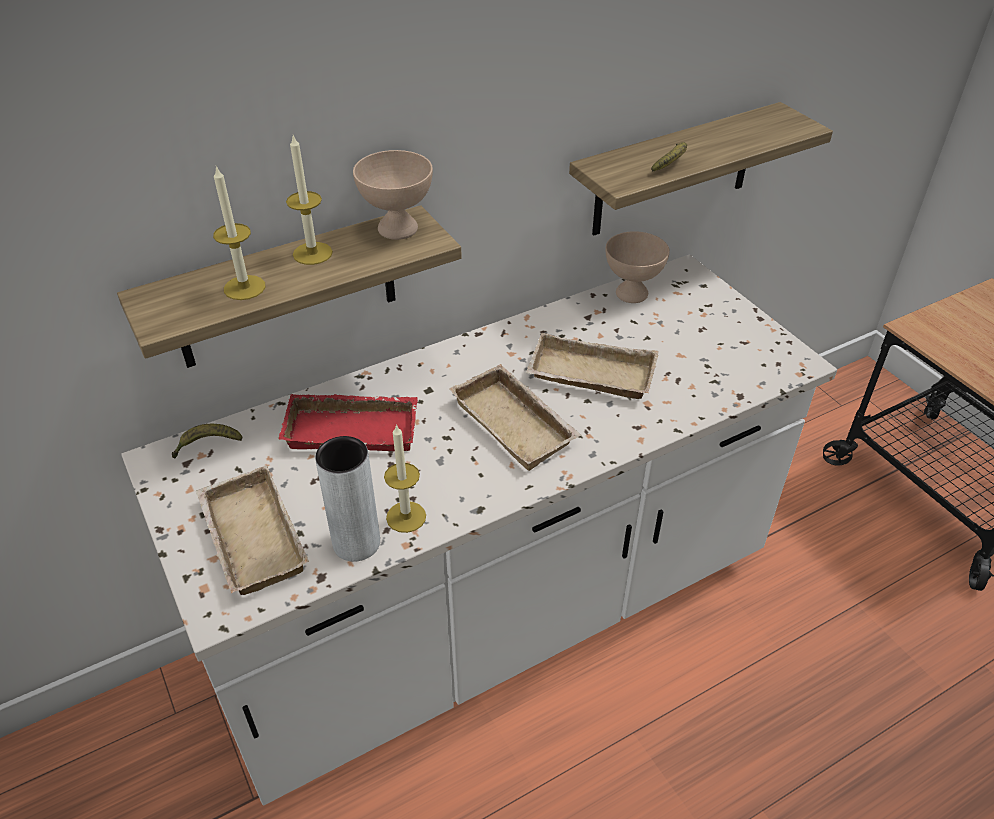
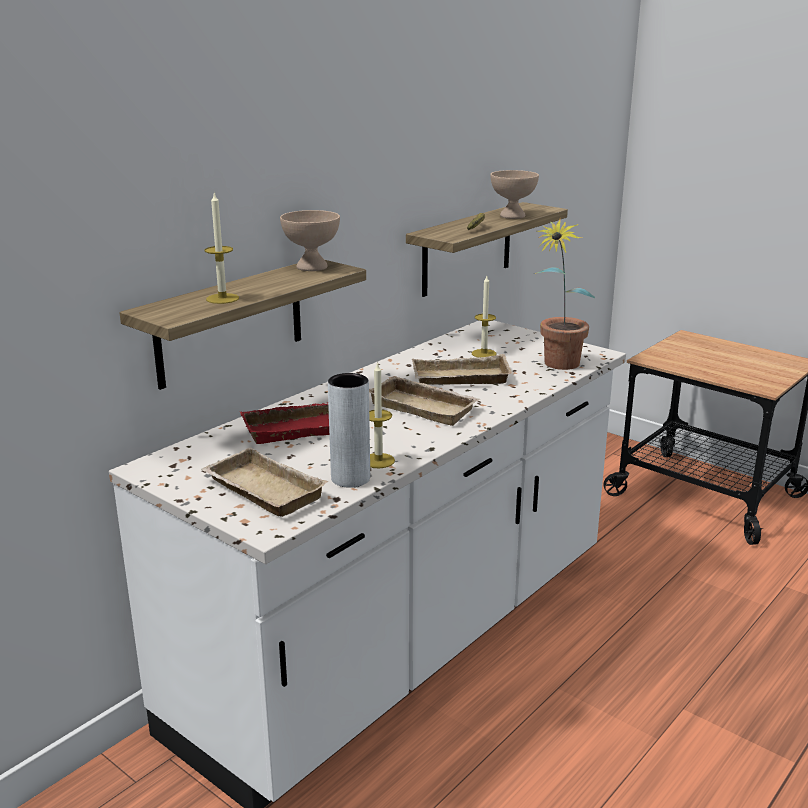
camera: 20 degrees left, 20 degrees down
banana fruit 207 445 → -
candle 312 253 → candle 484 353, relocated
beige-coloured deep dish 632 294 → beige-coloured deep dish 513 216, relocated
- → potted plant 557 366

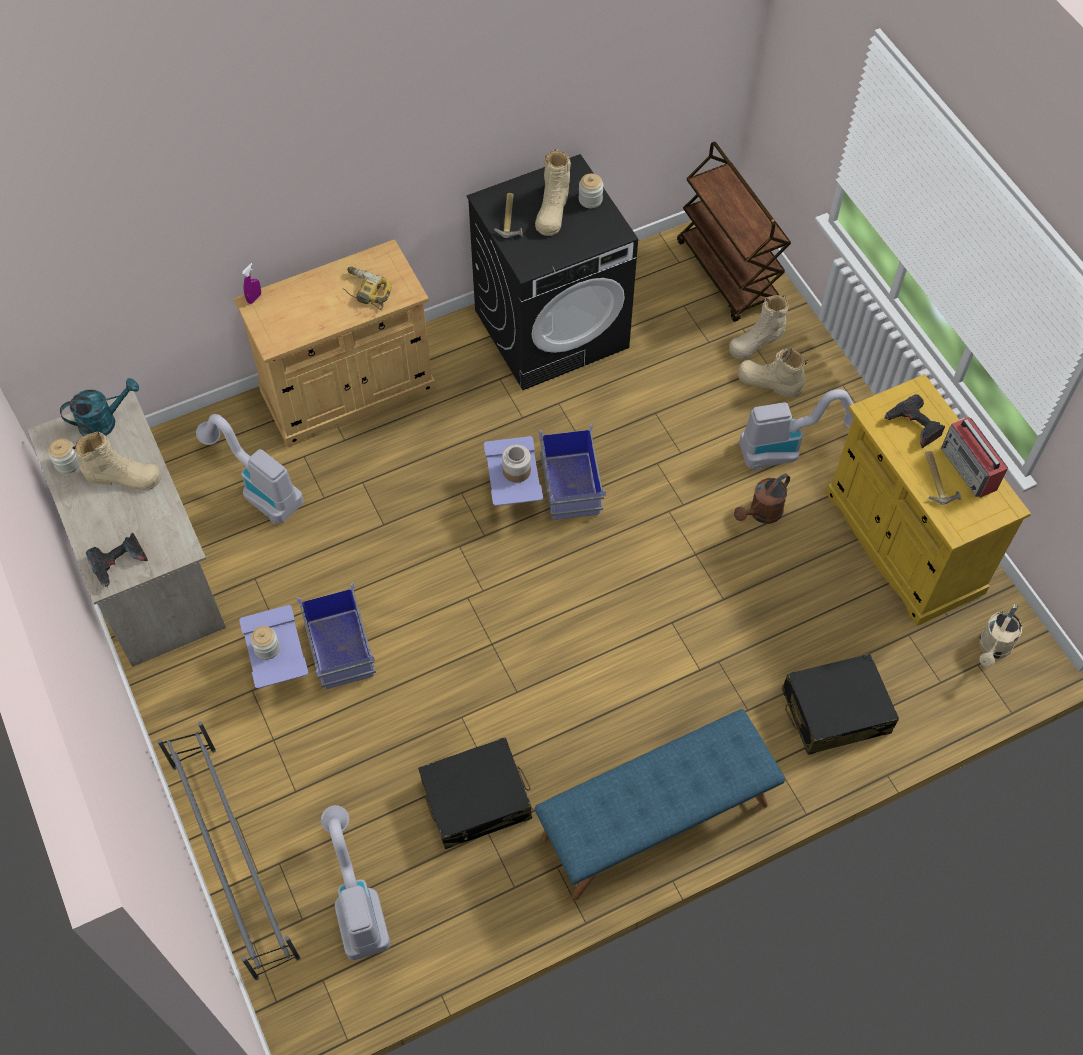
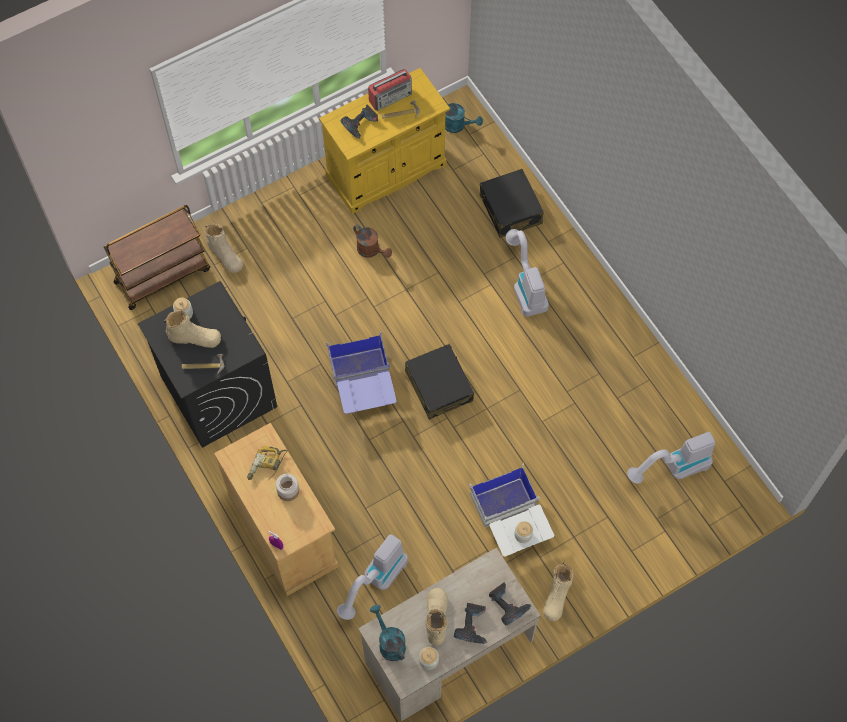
camera: 95 degrees left, 5 degrees up
grey shoe stand 234 858 → -
blue-coloured storage container 311 658 → white storage container 510 521
black piece of luggage 477 800 → black piece of luggage 439 386, relocated
preserve jar 516 471 → preserve jar 288 491, relocated
blue-coloured indoor bench 655 821 → -
beige-coloured high-top boot 769 382 → beige-coloured high-top boot 557 596, relocated
hoover 789 448 → hoover 525 286, relocated
beige-coloured sprinkling can 993 649 → turquoise-coloured sprinkling can 458 126
- → drill 473 625

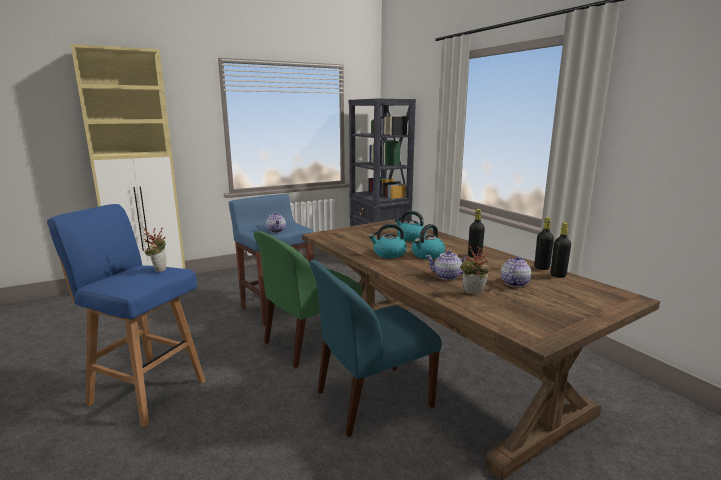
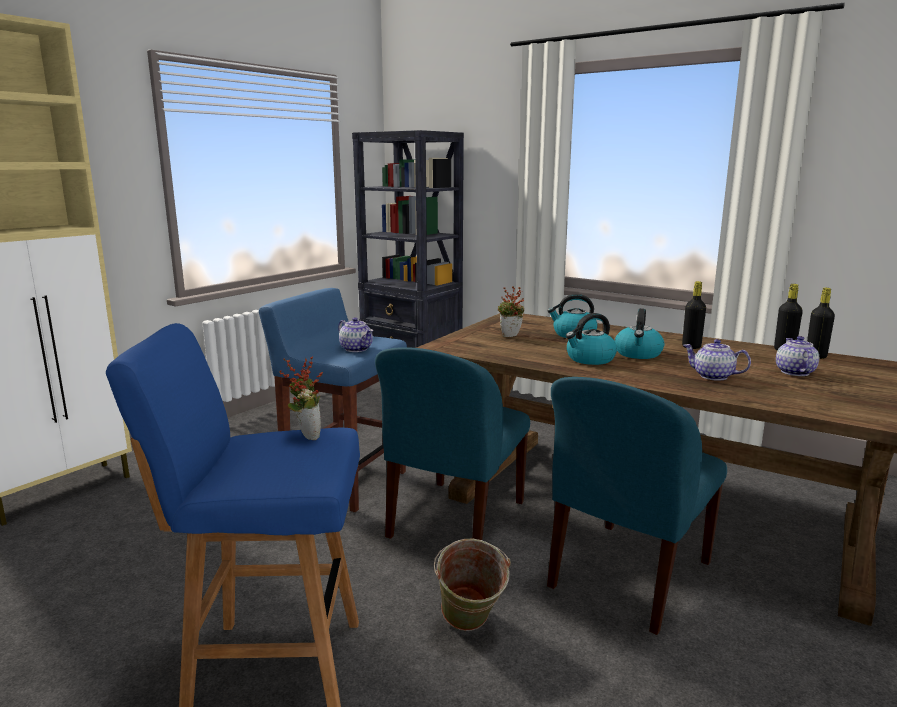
camera: 25 degrees left, 0 degrees up
green upright chair 309 343 → blue-coloured upright chair 455 521
tea pot 447 276 → tea pot 712 376, 45 degrees clockwise
potted plant 473 293 → potted plant 510 336, relocated
- → green bucket 469 628

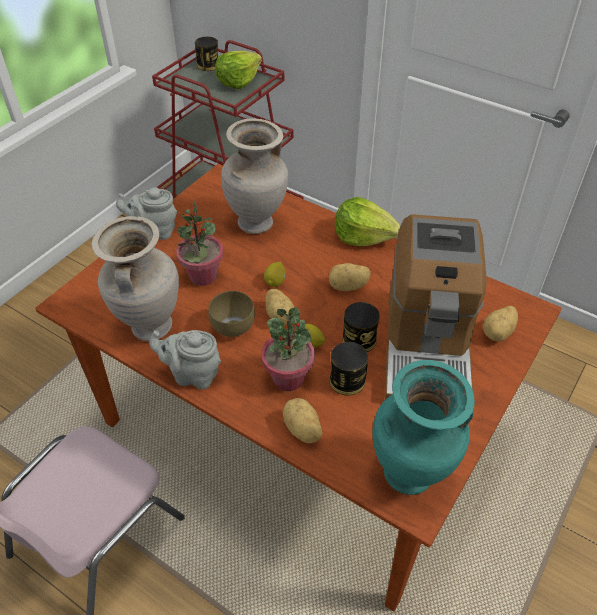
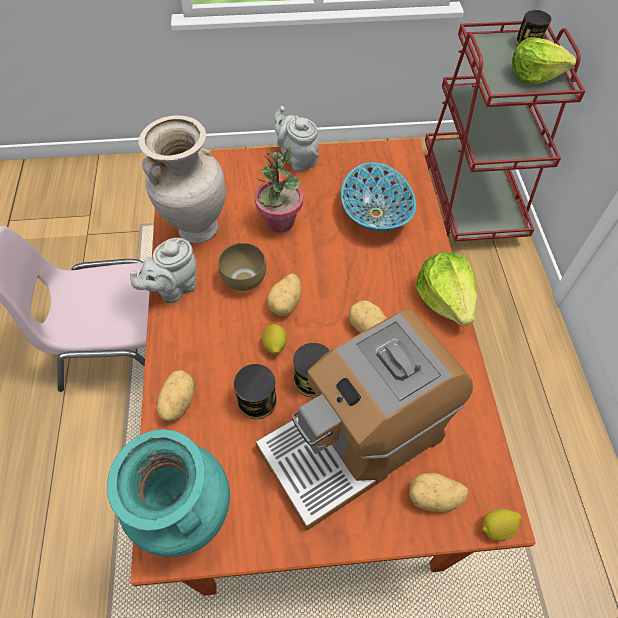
camera: 50 degrees right, 10 degrees up
grey tea pot 192 374 → grey tea pot 173 288, 105 degrees counterclockwise
beige-coloured flower vase 257 224 → deep dish 375 214
potted plant 288 378 → -
lemon 275 282 → lemon 497 528, relocated

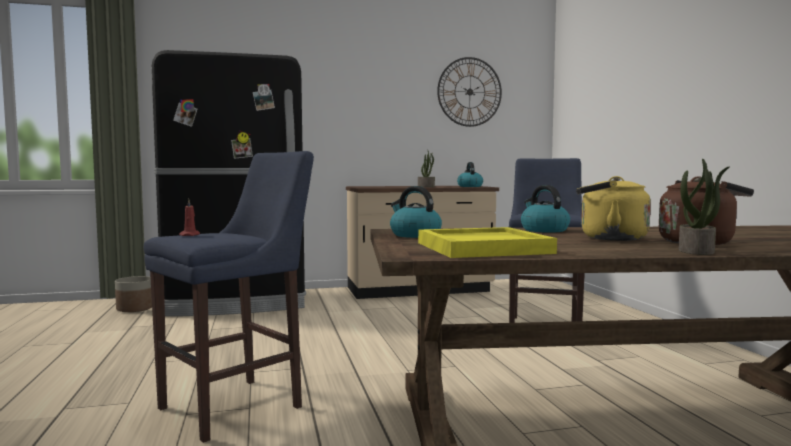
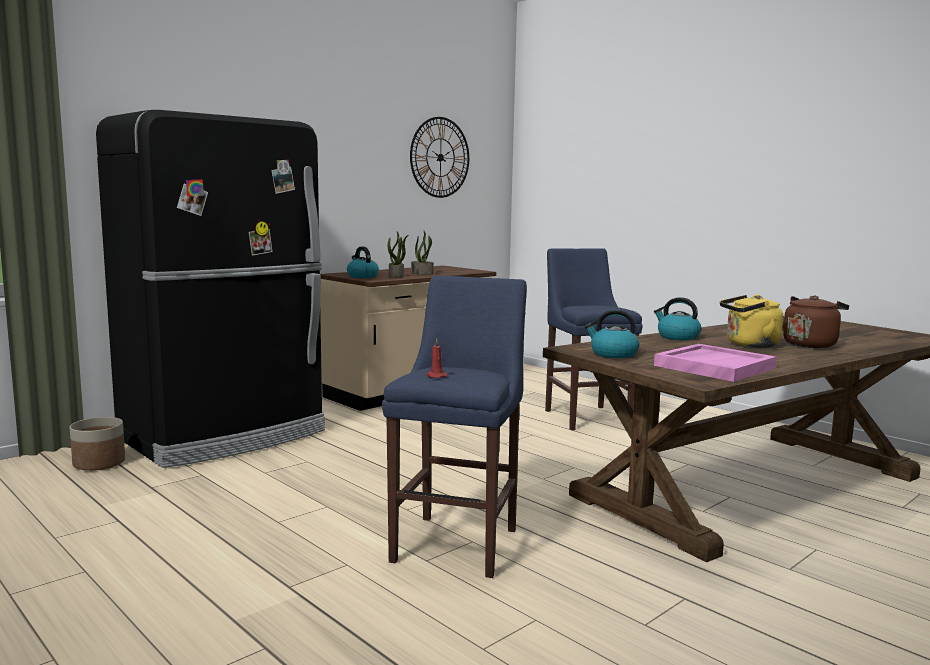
camera: 30 degrees left, 5 degrees up
yellow carrying tray 483 248 → pink-coloured carrying tray 714 366
tea kettle 469 186 → tea kettle 362 276, relocated
potted plant 697 251 → potted plant 396 276, relocated

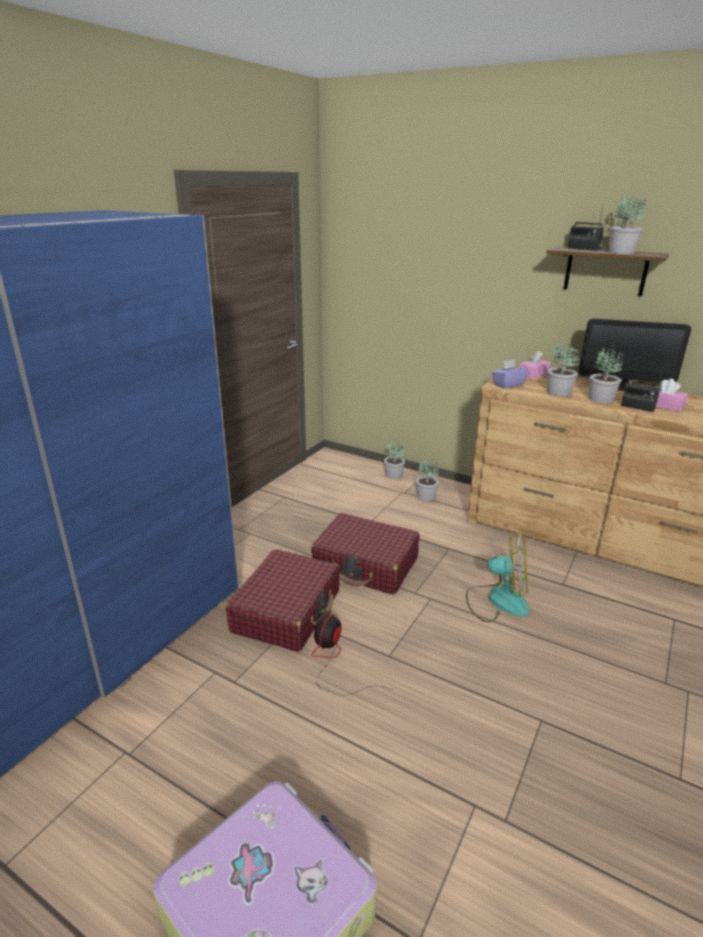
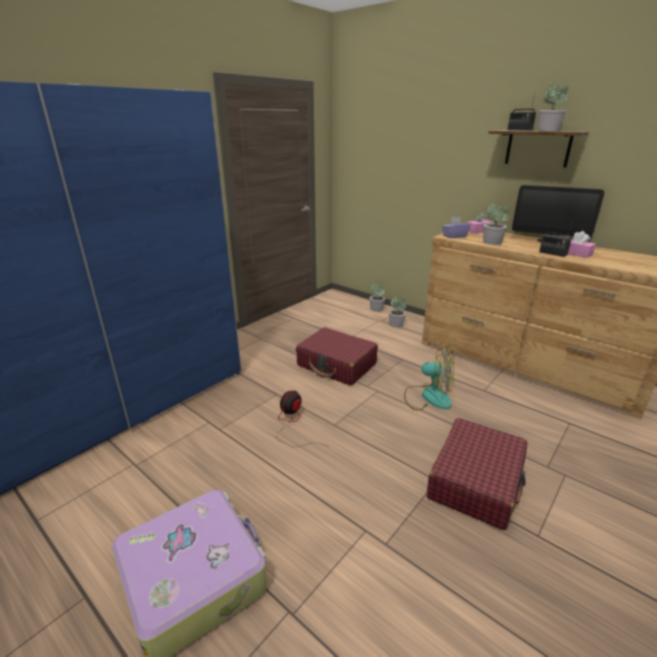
camera: 10 degrees right, 0 degrees up
red piece of luggage 287 611 → red piece of luggage 476 481, relocated
potted plant 600 399 → -

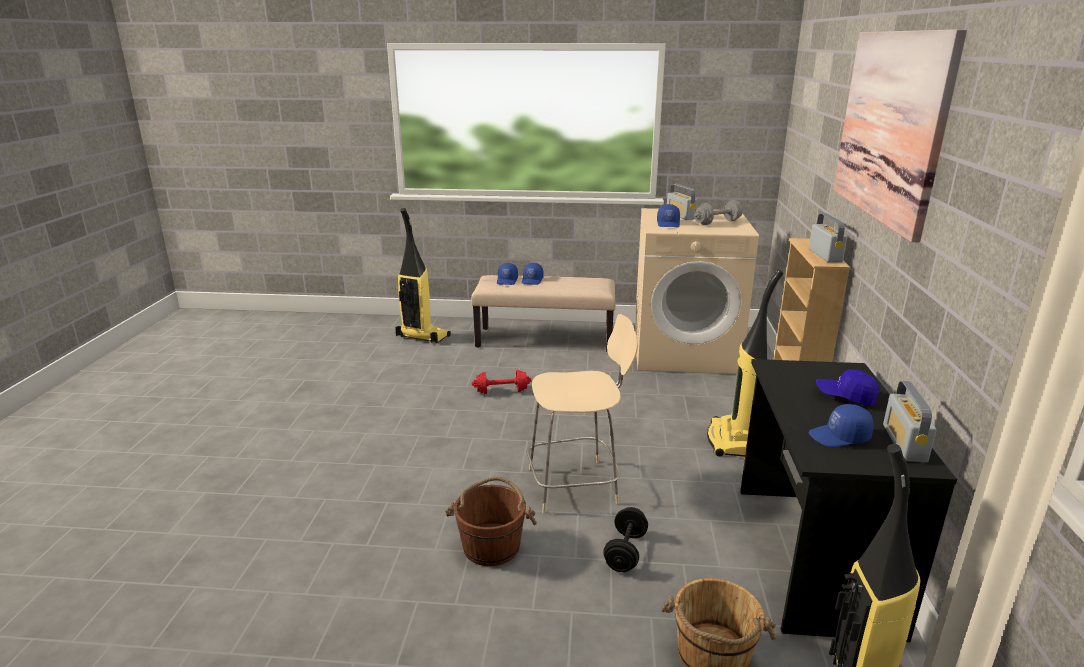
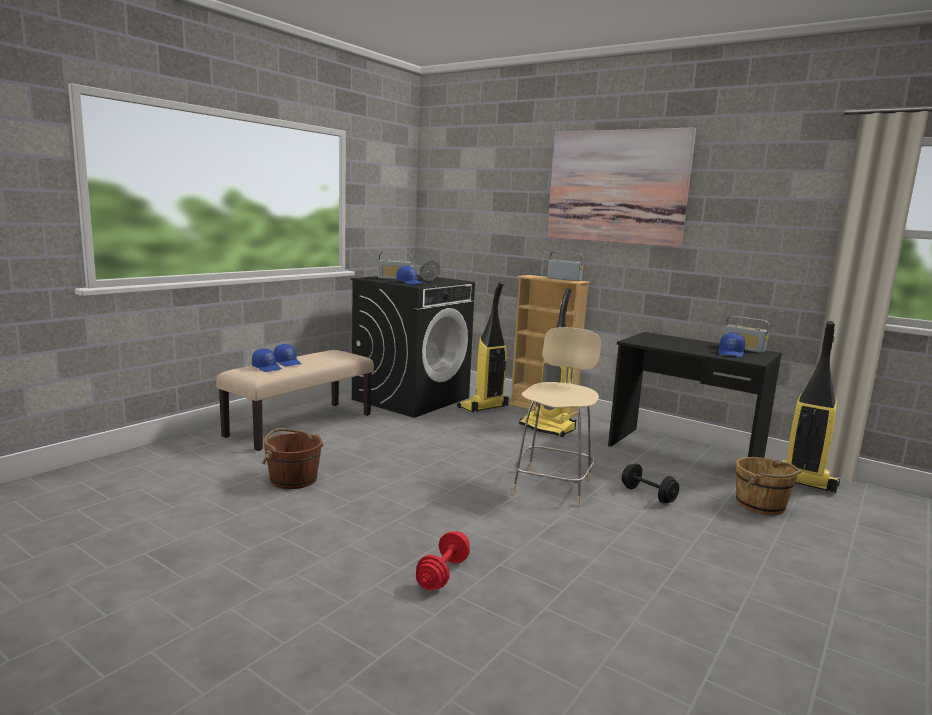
camera: 60 degrees left, 10 degrees down
hoover 422 337 → hoover 483 407, relocated
brown bucket 492 545 → brown bucket 293 479, relocated
red free weight 501 391 → red free weight 443 574, relocated
beige-coloured washing machine 685 352 → black washing machine 411 398
blue-coloured baseball cap 845 397 → -

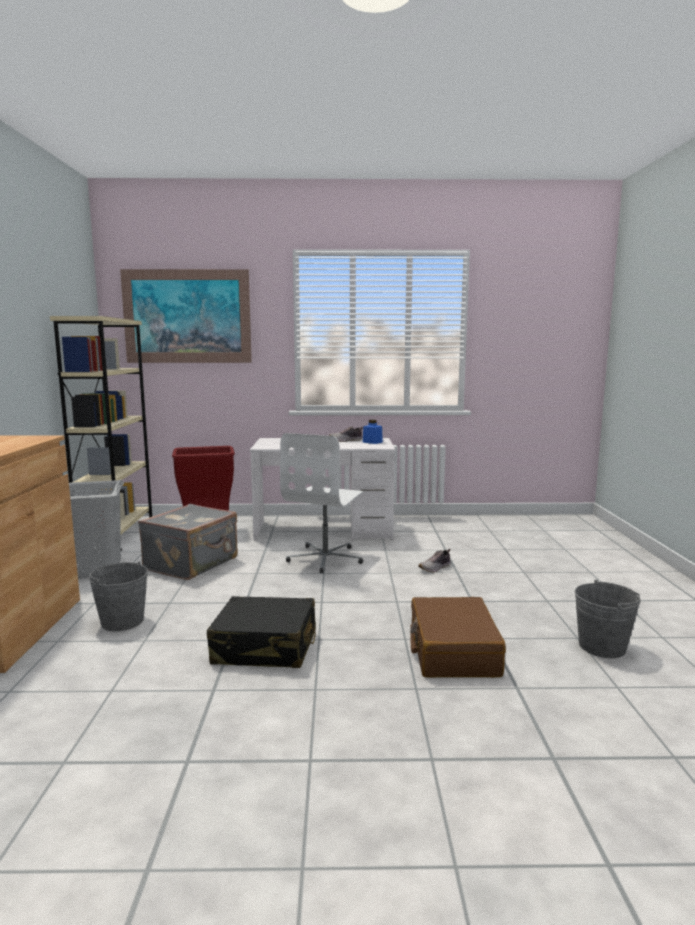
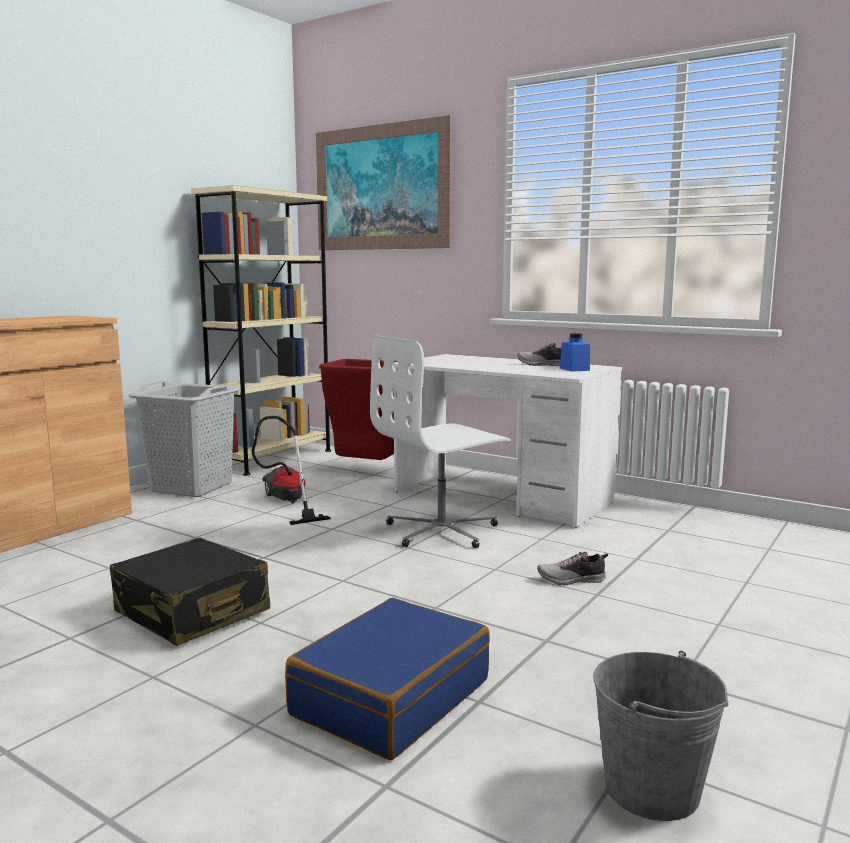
camera: 35 degrees right, 0 degrees up
grey bucket 122 621 → -
grey piece of luggage 193 564 → hoover 287 503
brown piece of luggage 452 651 → blue-coloured piece of luggage 390 697

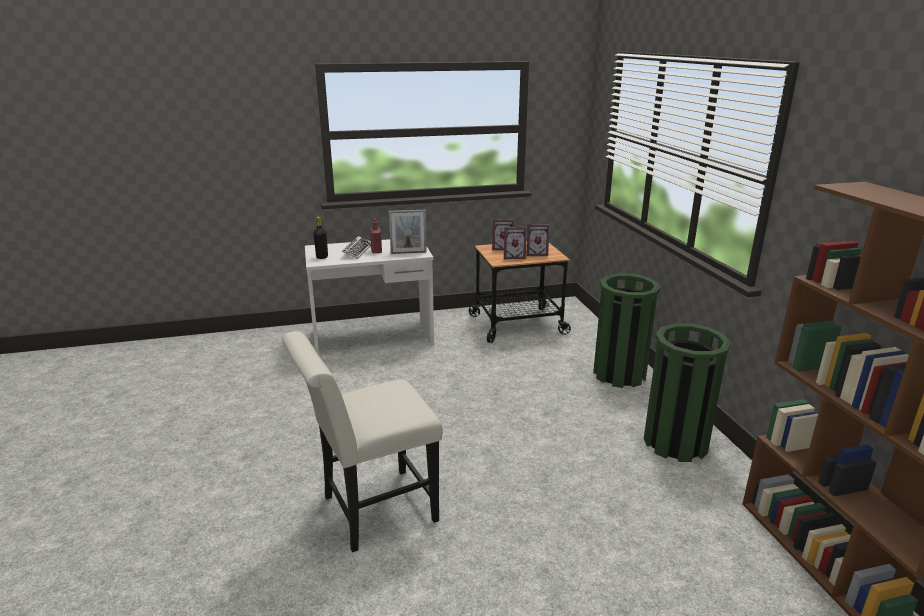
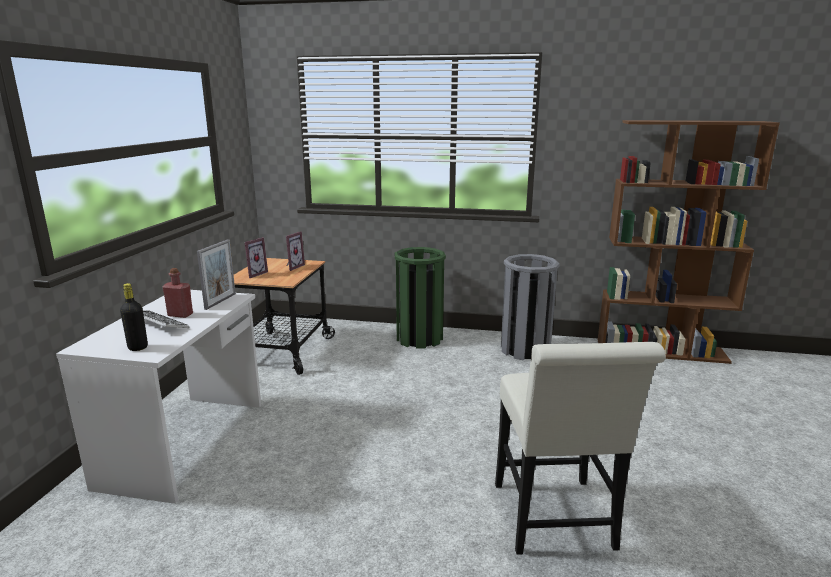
camera: 65 degrees left, 5 degrees down
standing frame 514 257 → -
green waste bin 675 442 → grey waste bin 525 350

